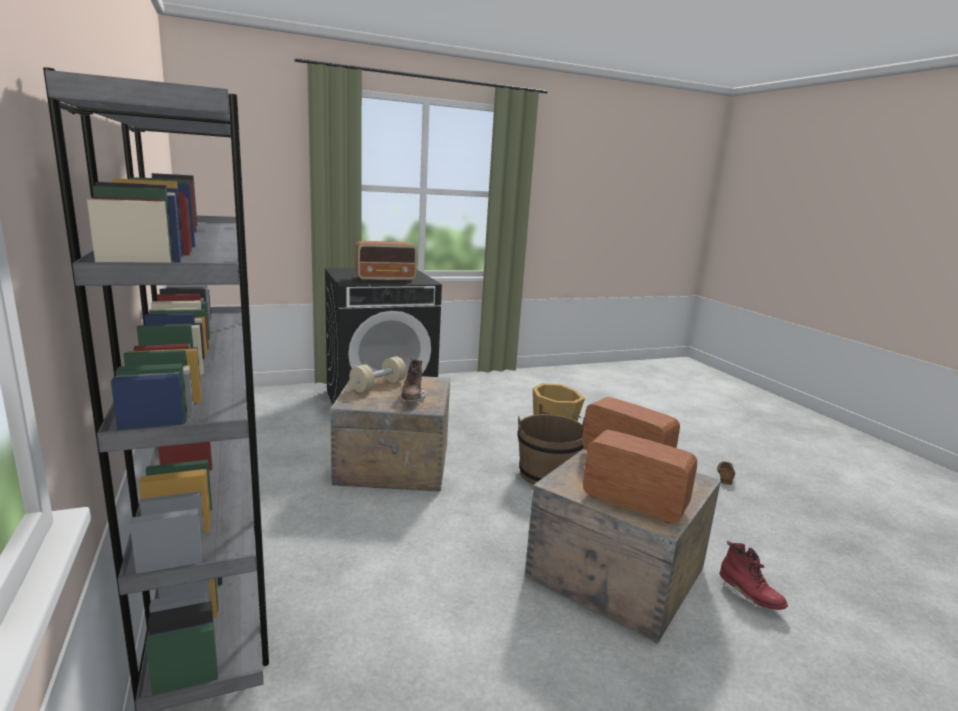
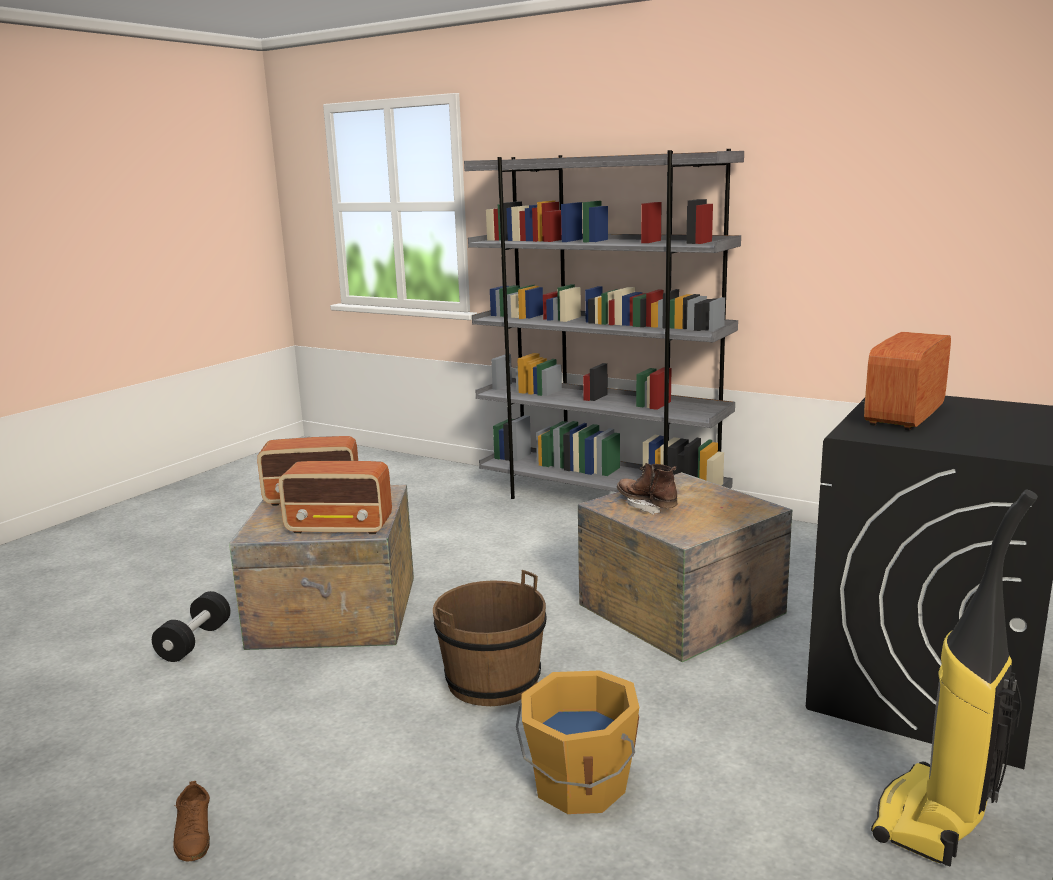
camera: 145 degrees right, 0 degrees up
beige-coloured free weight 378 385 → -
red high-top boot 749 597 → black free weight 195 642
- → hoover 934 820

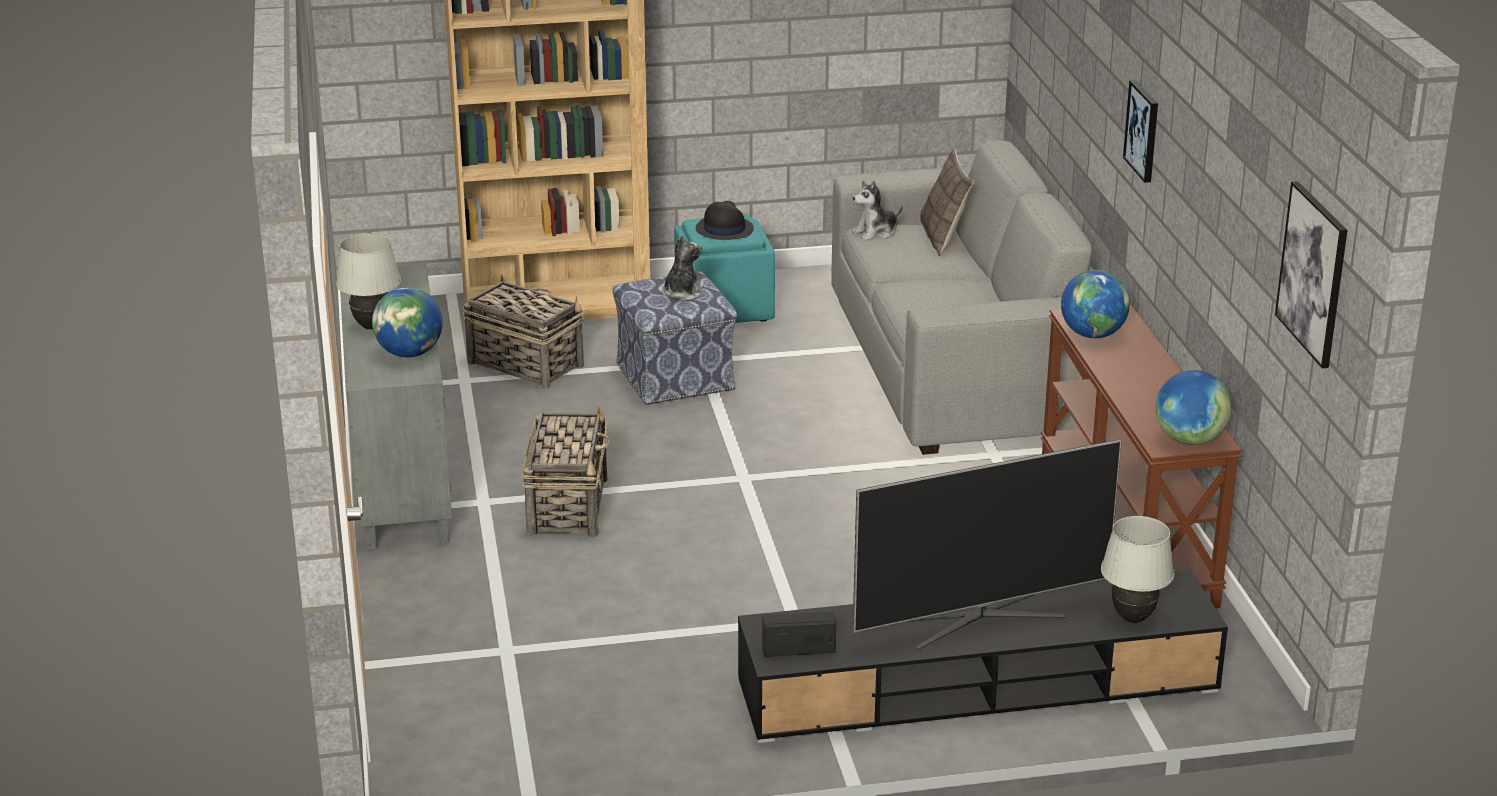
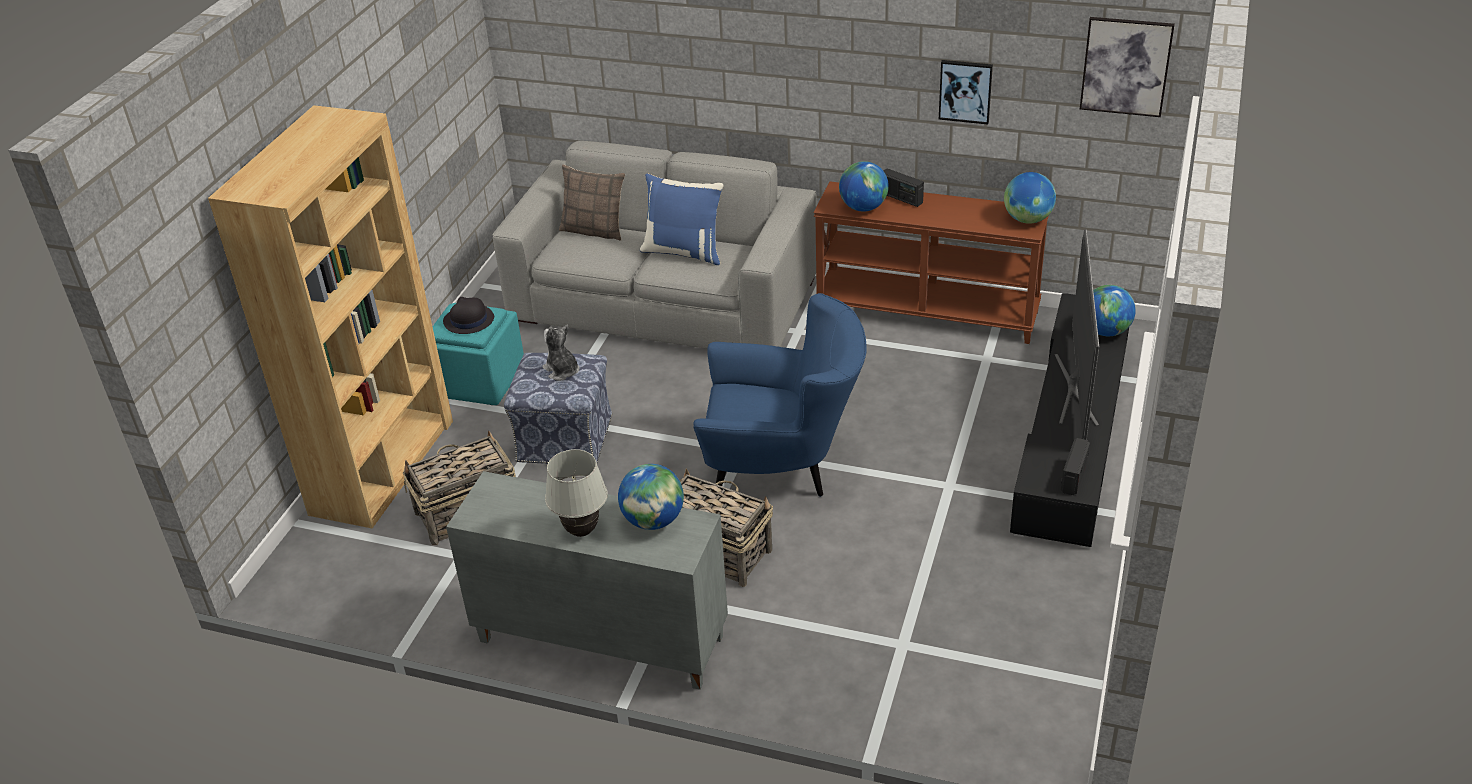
camera: 60 degrees left, 10 degrees up
plush toy 876 232 → -
white lamp for a table 1133 618 → desk globe 1105 331
wall art 1143 130 → wall art 965 91, relocated
- → blue-coloured throw pillow 684 251
- → blue-coloured lounge chair 782 468
- → radio set 901 198

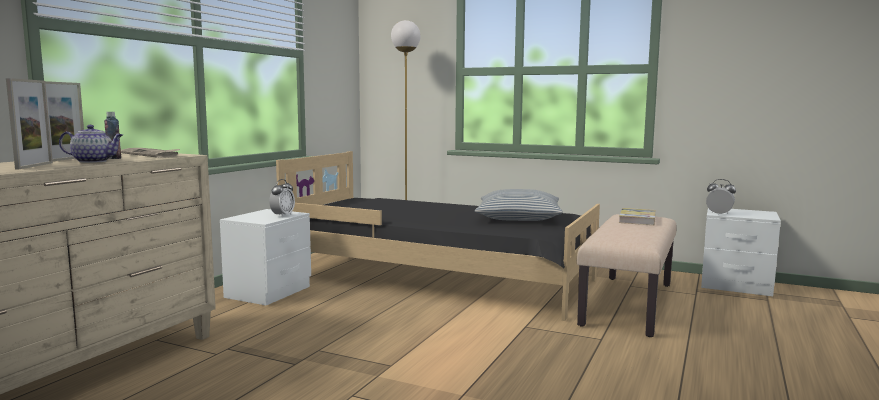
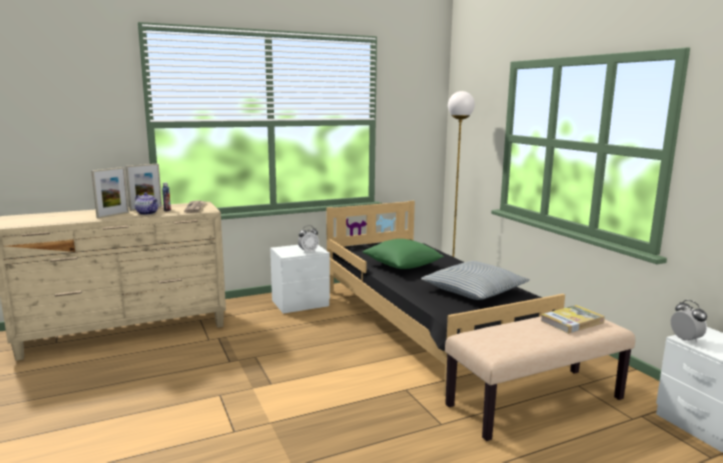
camera: 40 degrees right, 5 degrees up
- → green throw pillow 402 266

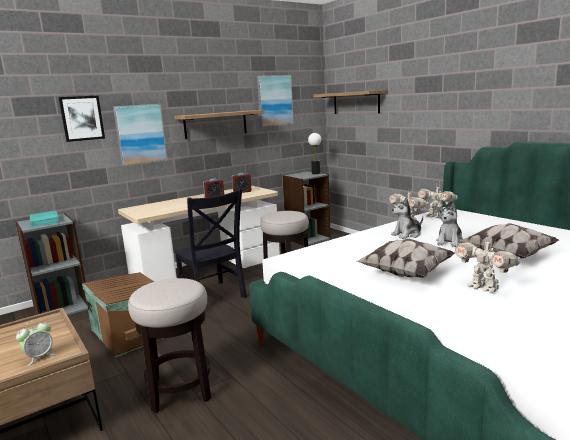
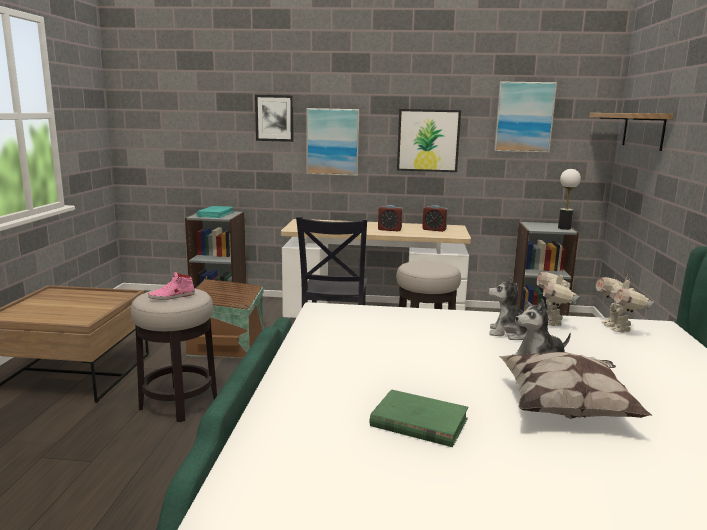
camera: 40 degrees right, 0 degrees up
bedside clock 39 357 → -
bracket shelf 215 124 → wall art 428 140
throw pillow 405 273 → -
toy robot 484 288 → green volume 418 422
- → pink-coloured low shoe 172 296

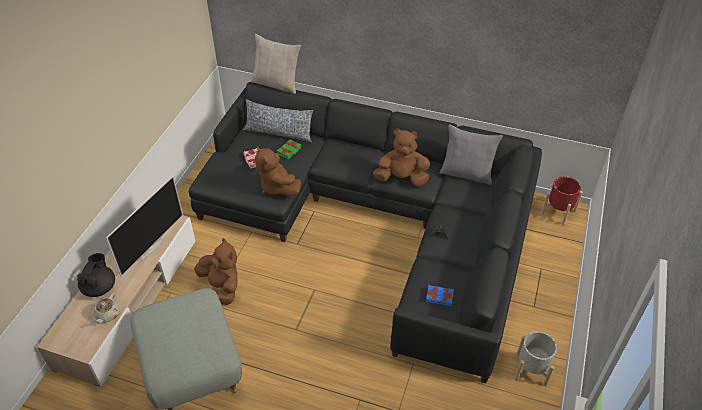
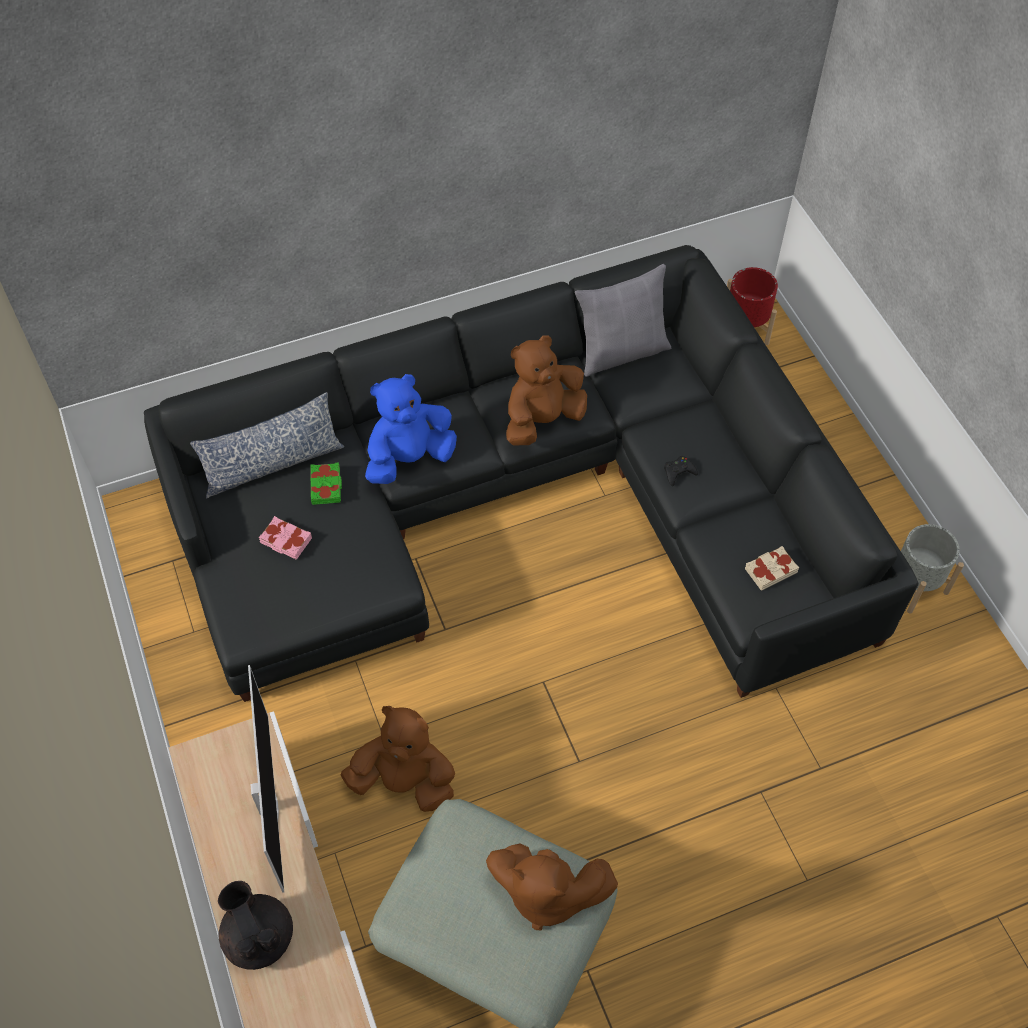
camera: 40 degrees left, 10 degrees up
beige-coloured tea pot 107 315 → -
beige-coloured throw pillow 276 83 → -
brown plush toy 277 187 → brown plush toy 545 893, relocated
blue-coloured volume 439 297 → beige-coloured volume 770 570
- → blue-coloured plush toy 409 458

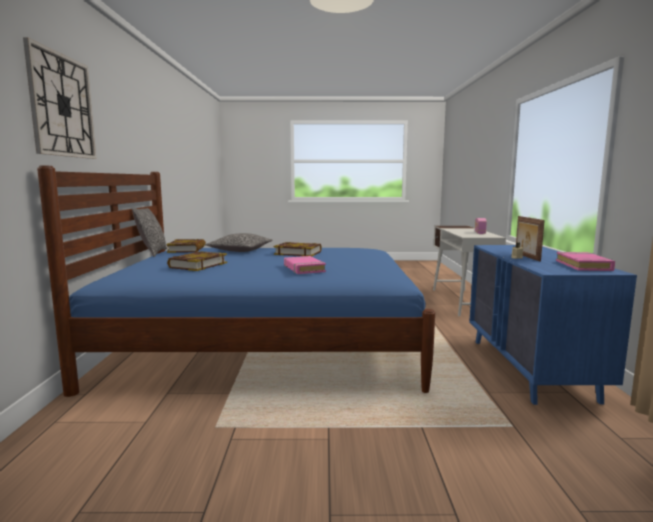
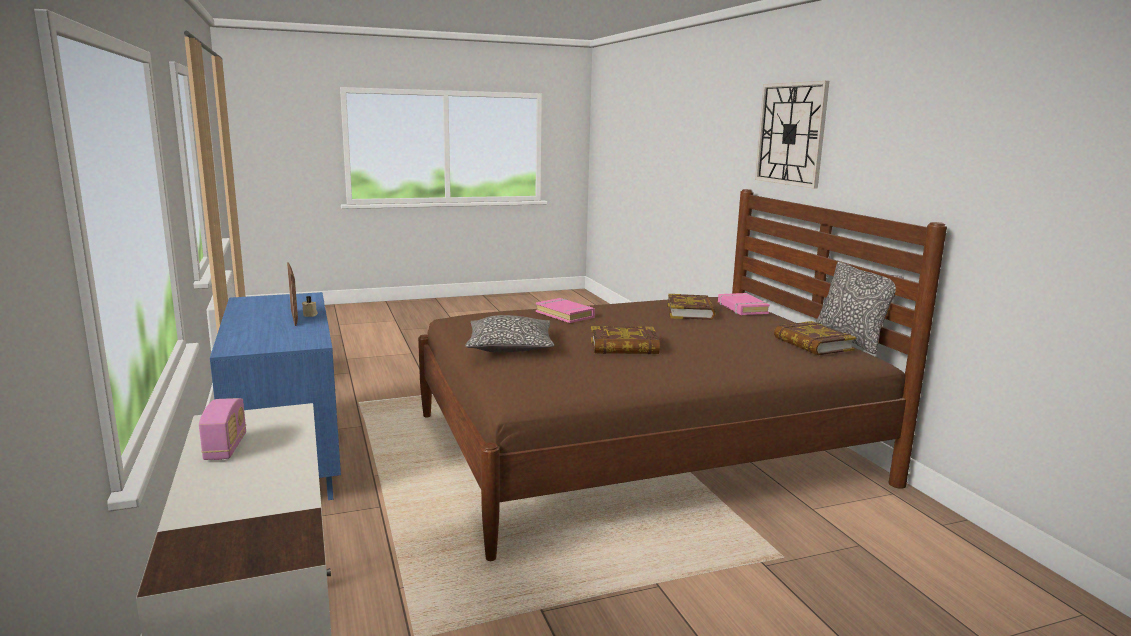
camera: 160 degrees right, 5 degrees up
blue-coloured bedroom bed 266 345 → brown bedroom bed 641 448
throw pillow 240 250 → throw pillow 510 347, relocated
pink-coloured volume 583 265 → pink-coloured volume 742 308, relocated

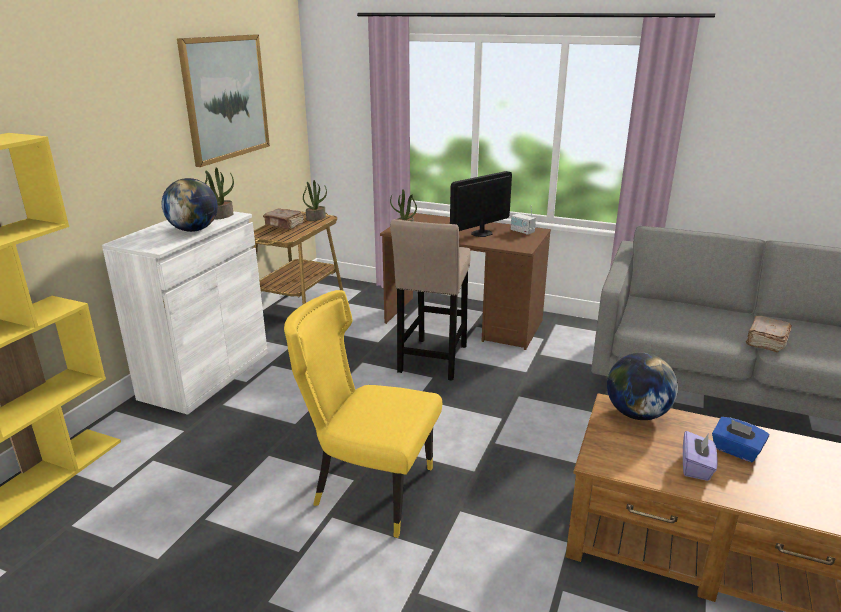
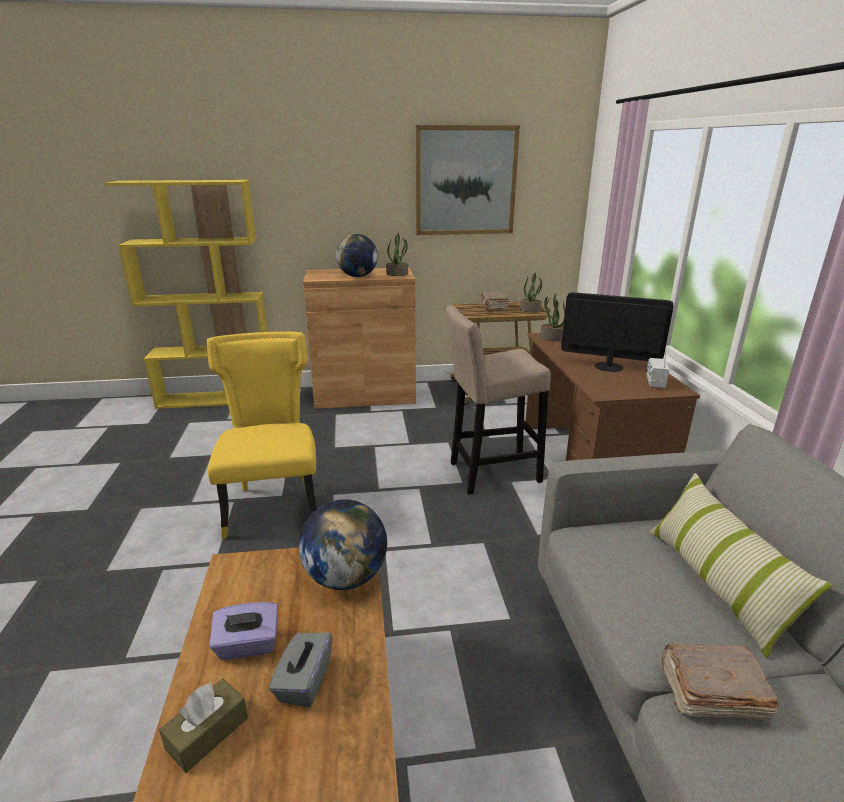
camera: 60 degrees right, 0 degrees up
white storage cabinet 206 375 → brown storage cabinet 364 396
blue-coloured tissue box 735 451 → grey tissue box 304 682
- → brown tissue box 207 733
- → throw pillow 716 583

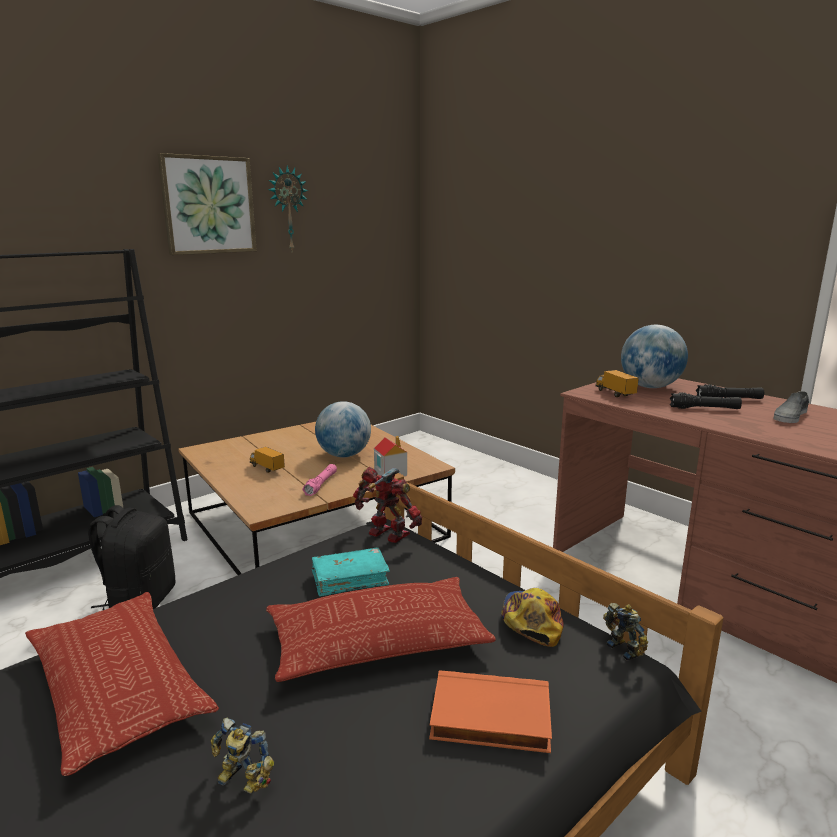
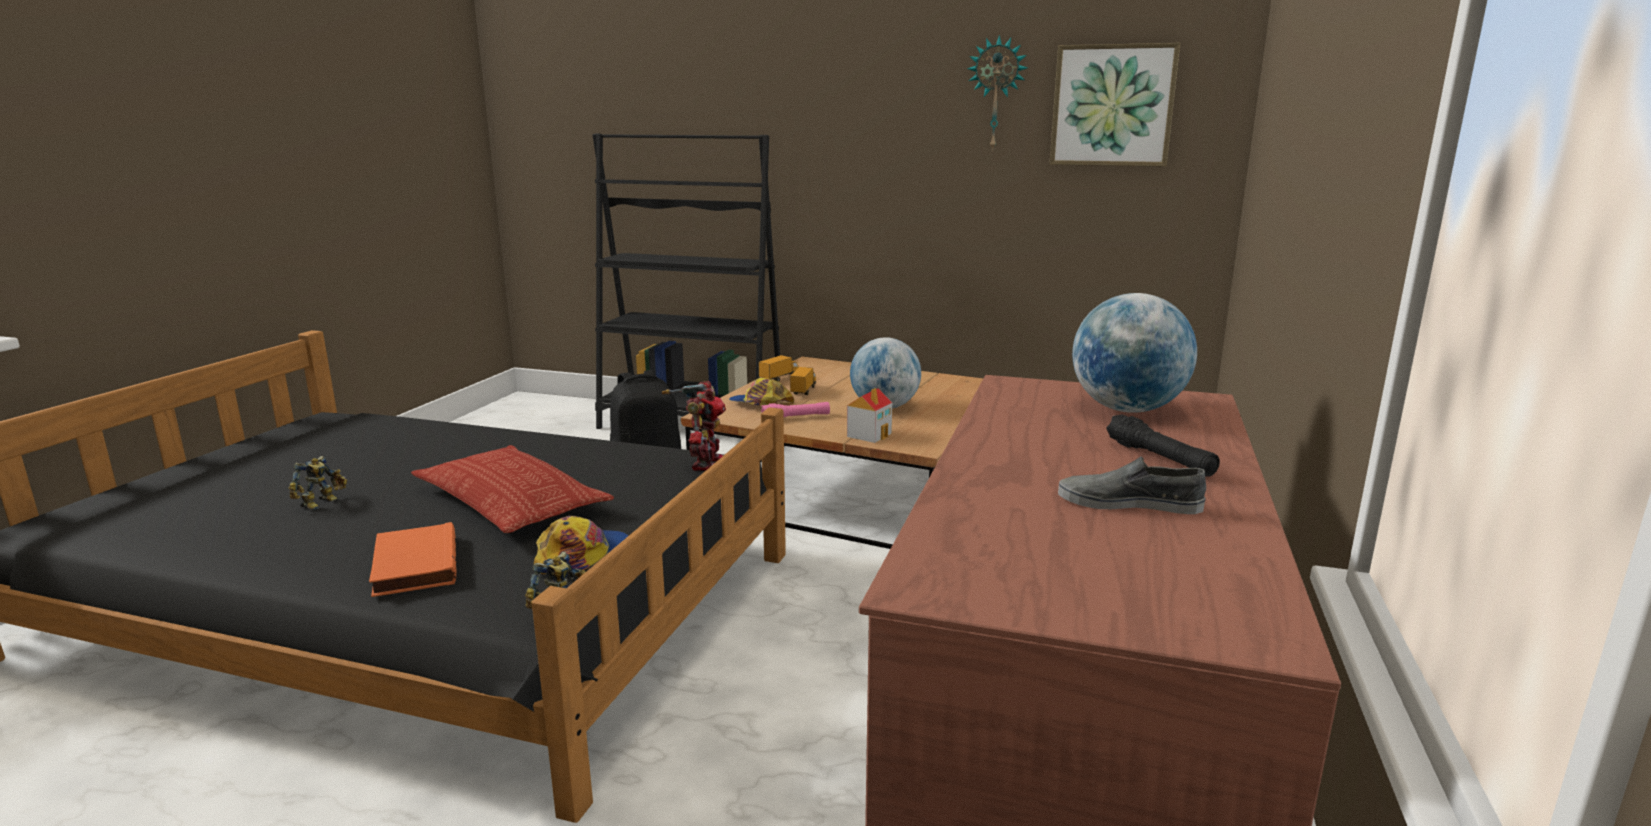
camera: 60 degrees right, 0 degrees up
throw pillow 117 684 → -
wall art 208 205 → wall art 1112 106, relocated
toy robot 241 782 → toy robot 322 503, 150 degrees counterclockwise
turquoise-coloured volume 350 579 → -
model truck 615 394 → model truck 779 379, relocated
black flashlight 704 408 → -
- → baseball cap 760 404

